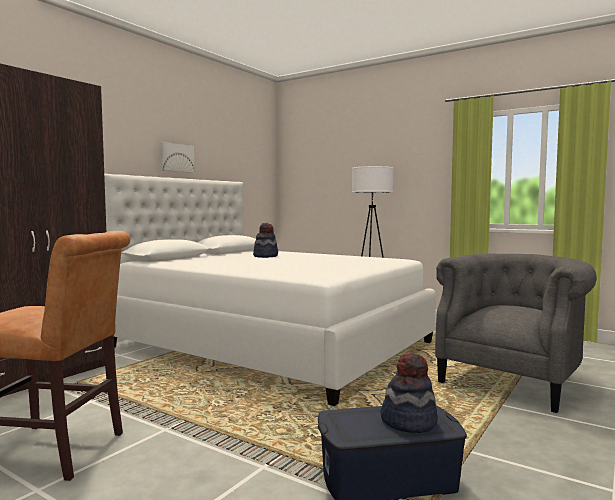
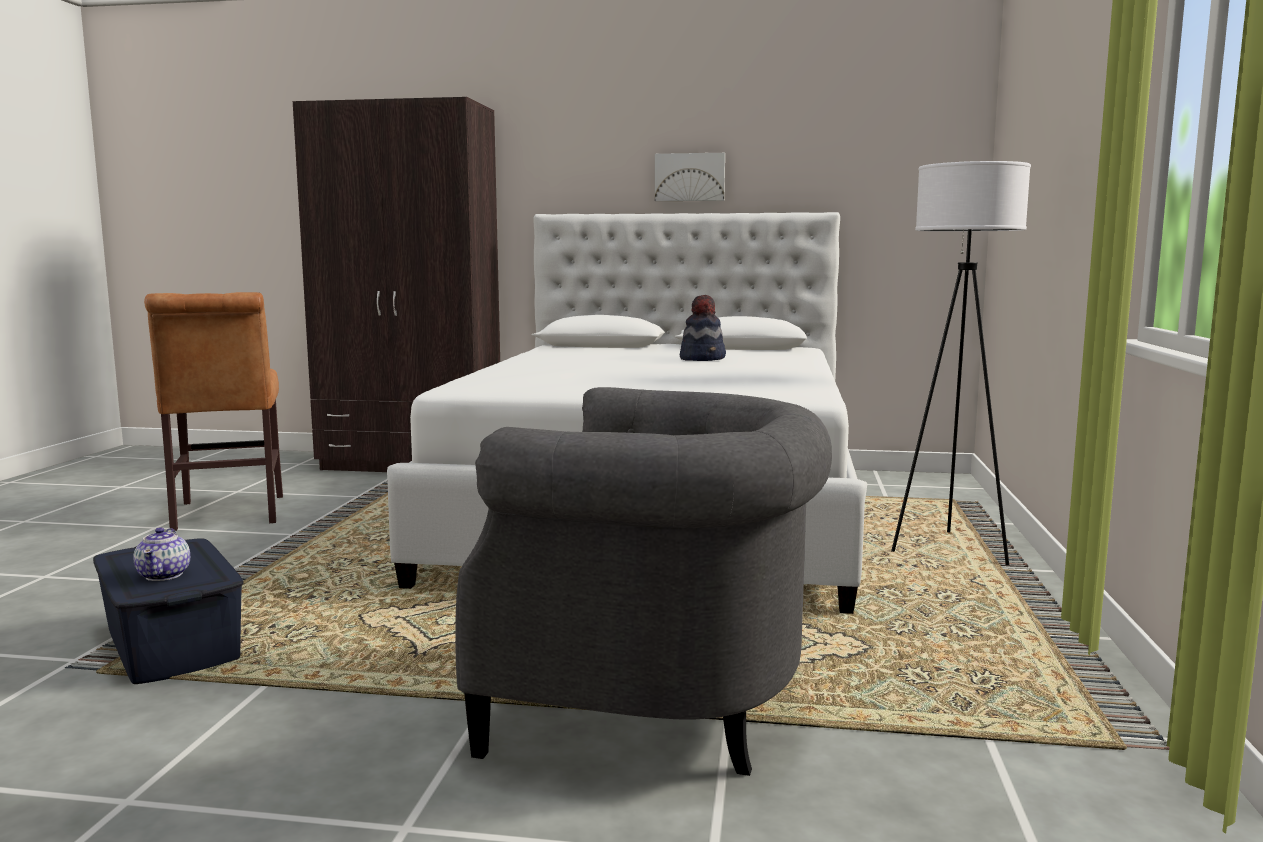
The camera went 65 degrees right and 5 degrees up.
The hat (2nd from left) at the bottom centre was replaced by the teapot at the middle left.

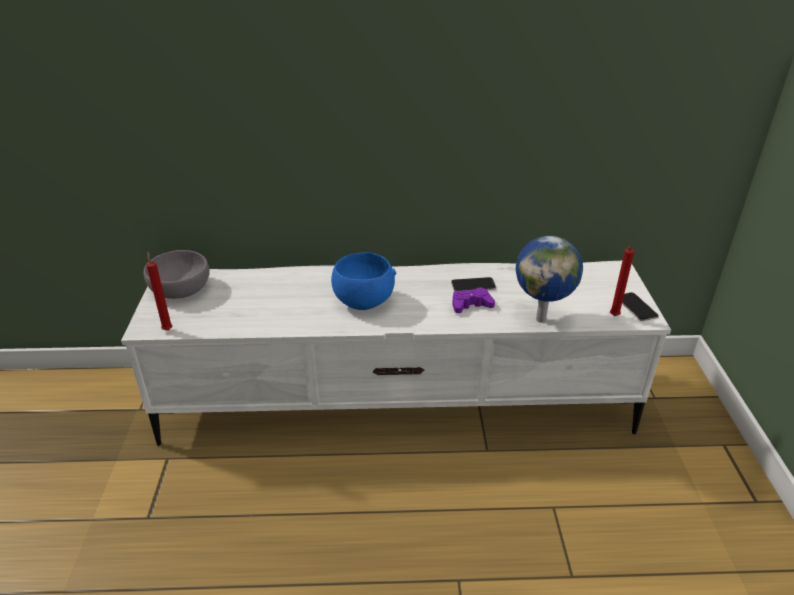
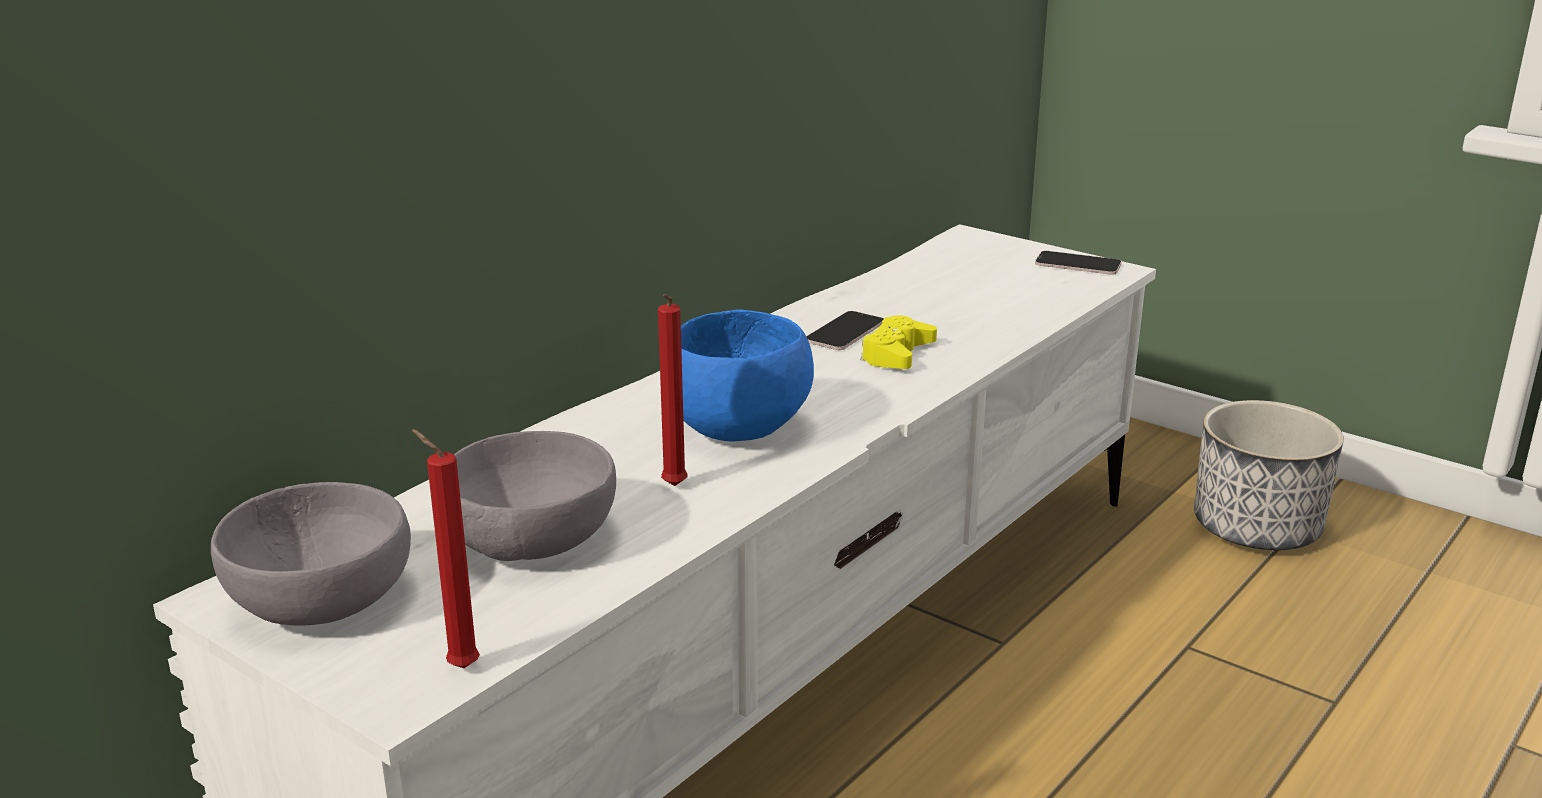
The camera went 50 degrees left and 10 degrees down.
The grey bowl (2nd from left) at the centre appeared.
The red candle (2nd from left) moved from the middle right to the centre.
The purple game controller at the centre became the yellow game controller at the centre.
The planter at the middle right appeared.
The globe at the middle right disappeared.

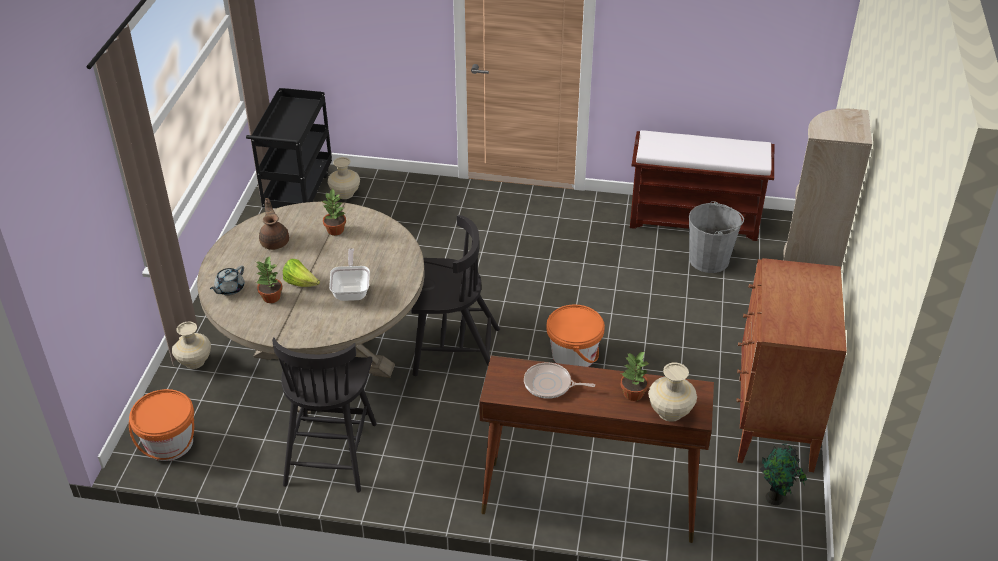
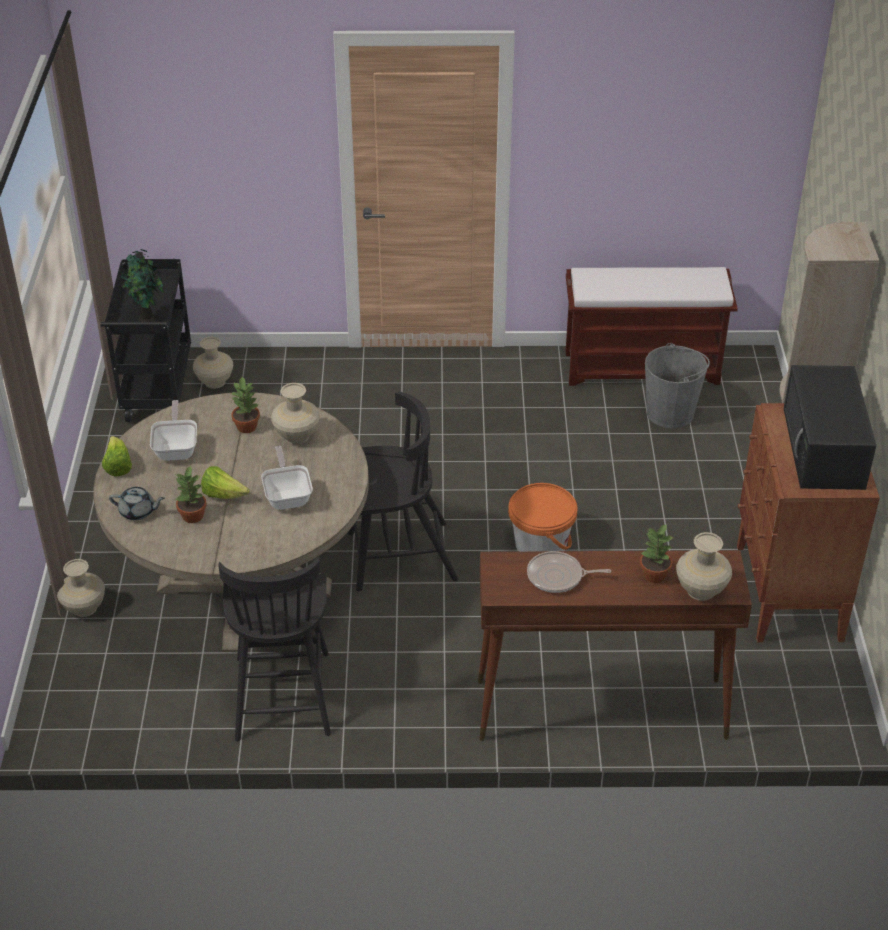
The camera went 10 degrees left and 0 degrees up.
The lettuce (1st from left) at the middle left appeared.
The grey teapot at the middle left turned 105 degrees counterclockwise.
The potted plant (4th from left in the first image) moved from the bottom right to the top left.
The brown teapot at the middle left was replaced by the frying pan (1st from left) at the middle left.
The beige vase (3rd from left) at the middle left appeared.
The black microwave at the middle right appeared.
The orange bucket (1st from left) at the bottom left disappeared.

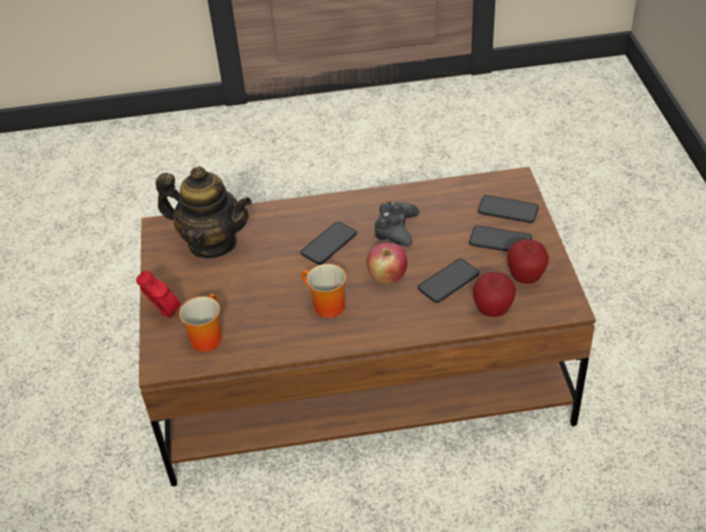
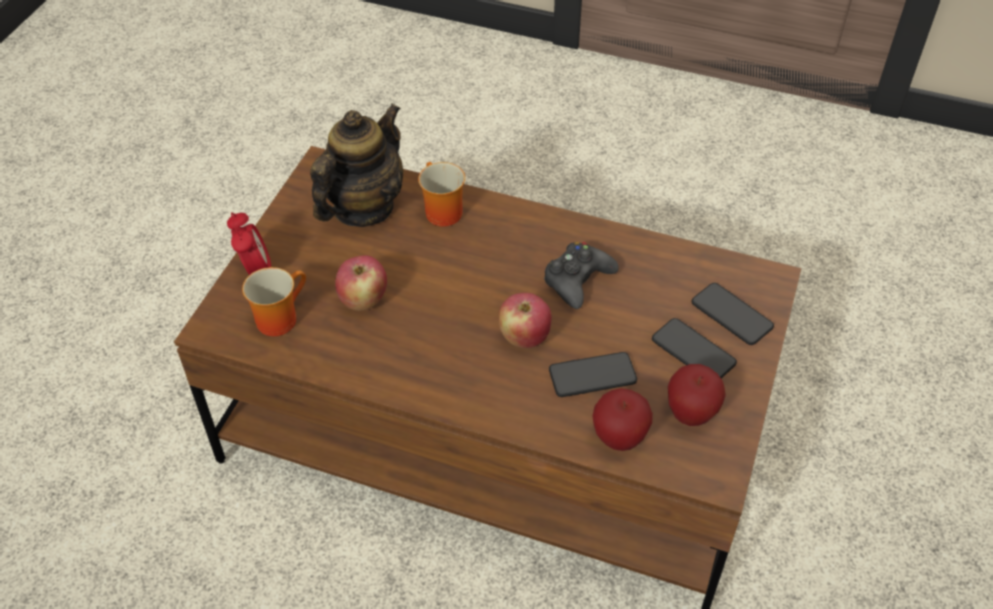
The camera went 25 degrees right and 5 degrees up.
The teapot at the middle left turned 105 degrees counterclockwise.
The apple (1st from left) at the centre appeared.
The mug (2nd from left) moved from the centre to the top centre.
The phone (1st from left) at the centre disappeared.

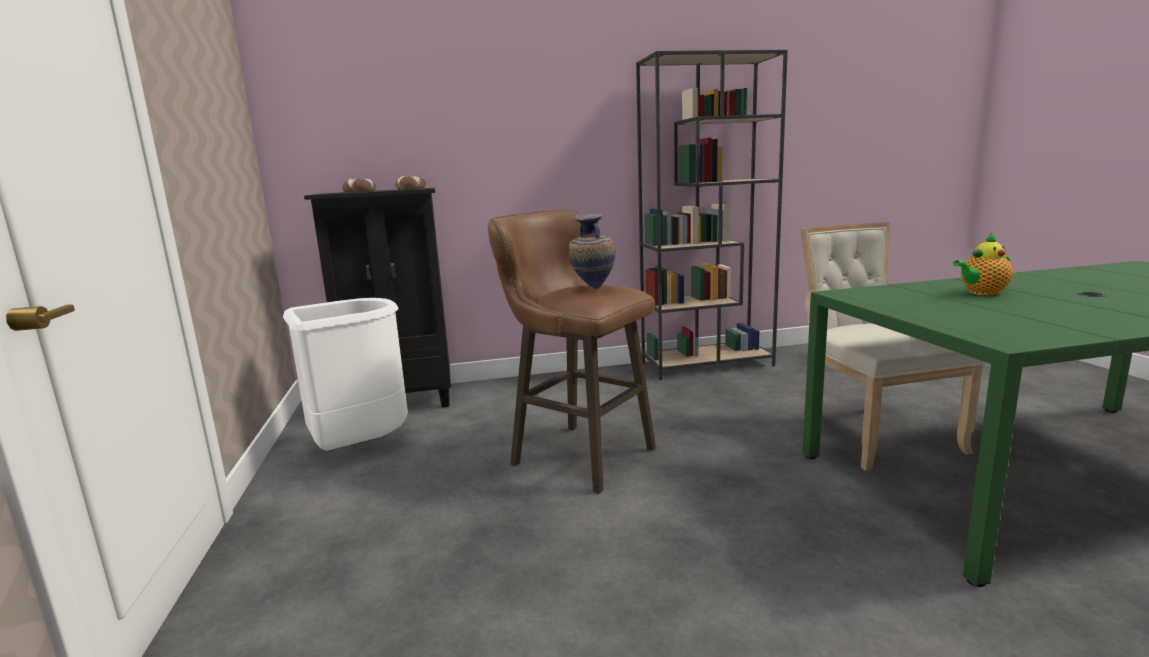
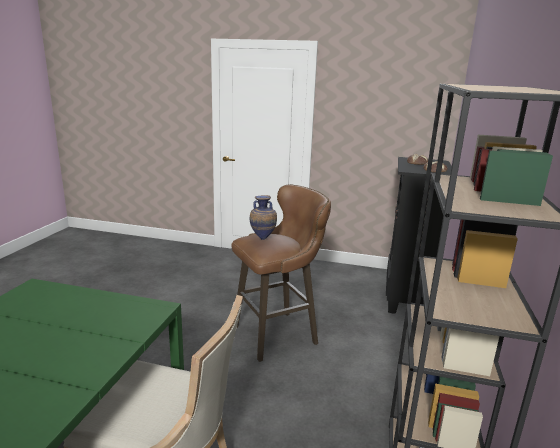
The camera went 115 degrees right and 5 degrees up.
The white trash can at the middle left disappeared.
The teapot at the middle right disappeared.

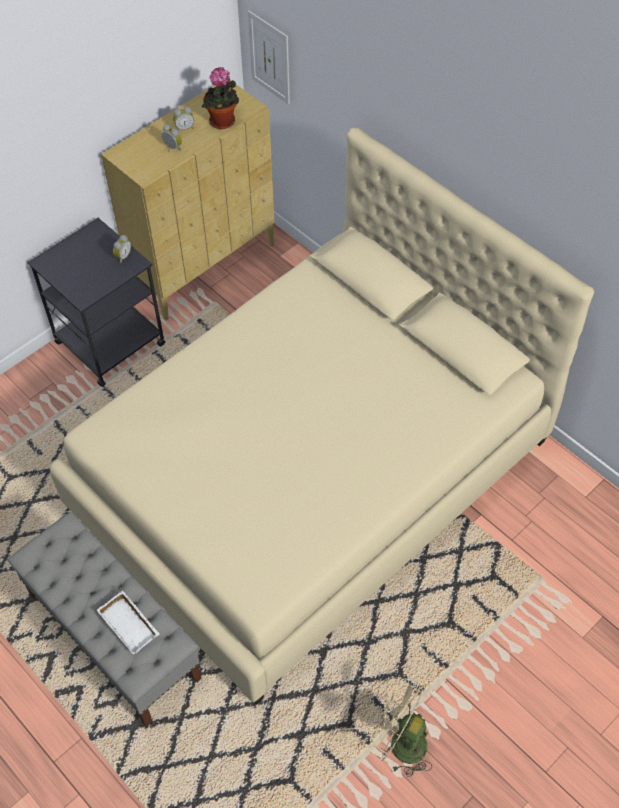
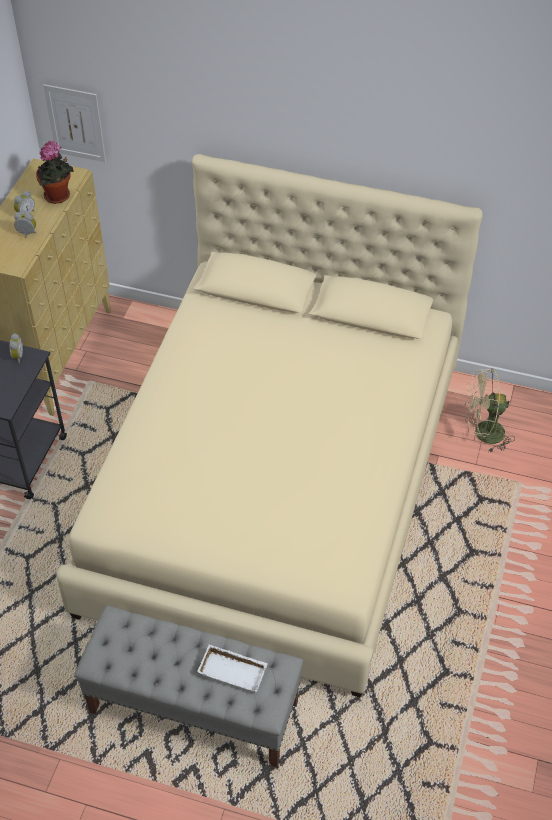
The camera went 30 degrees left and 5 degrees down.
The beige fan moved from the bottom centre to the middle right.

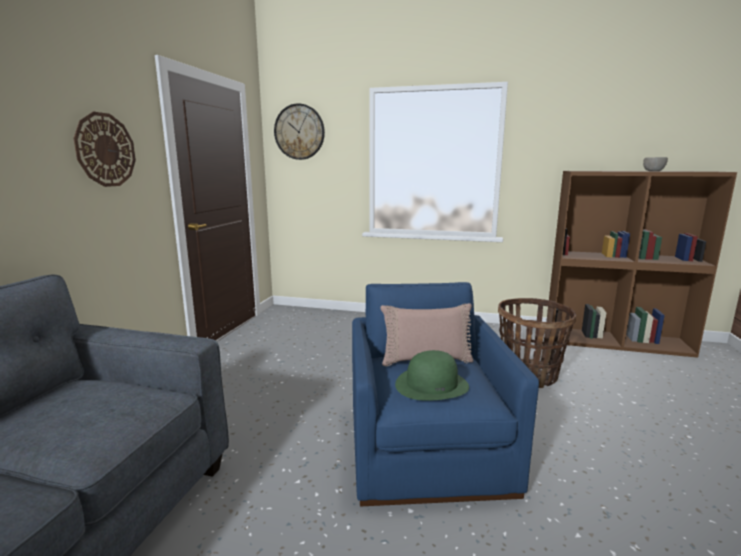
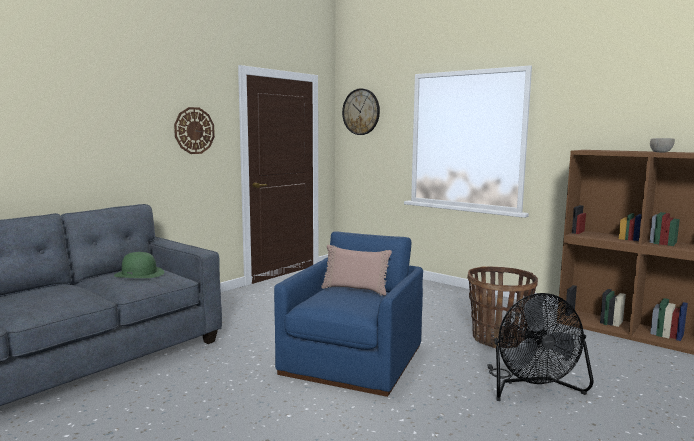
The camera went 25 degrees right and 5 degrees down.
The green hat moved from the bottom centre to the middle left.
The black fan at the bottom right appeared.

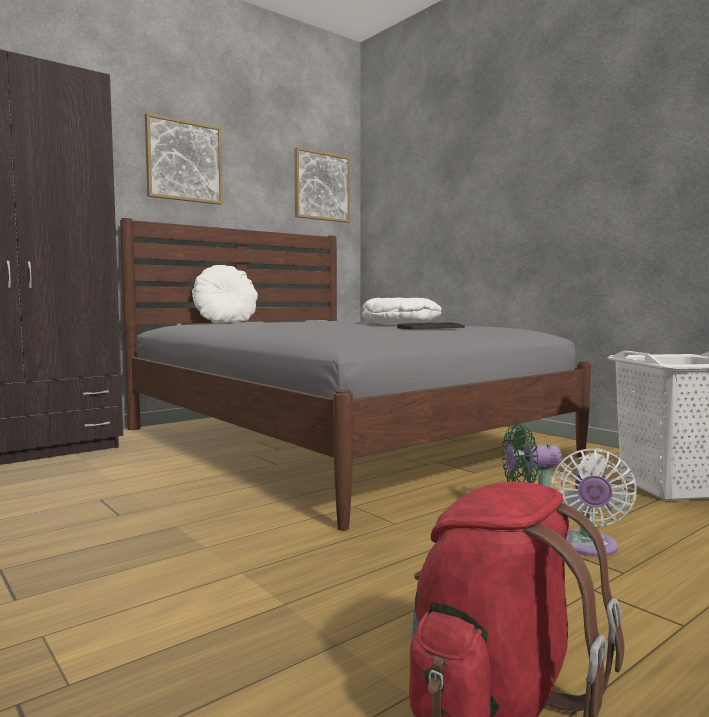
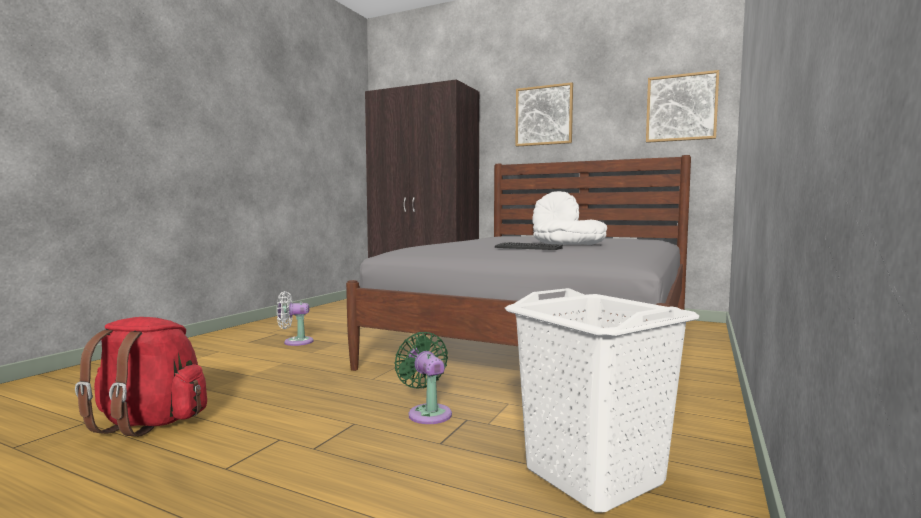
The camera went 65 degrees right and 0 degrees up.
The white fan moved from the bottom right to the middle left.

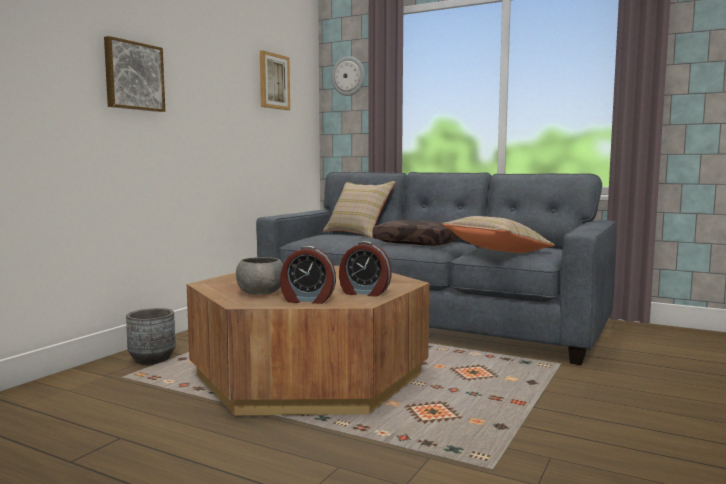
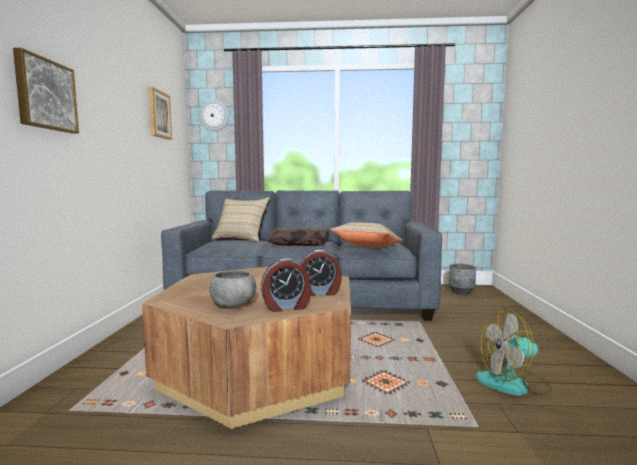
The camera went 25 degrees left and 0 degrees up.
The grey planter moved from the bottom left to the middle right.
The fan at the bottom right appeared.

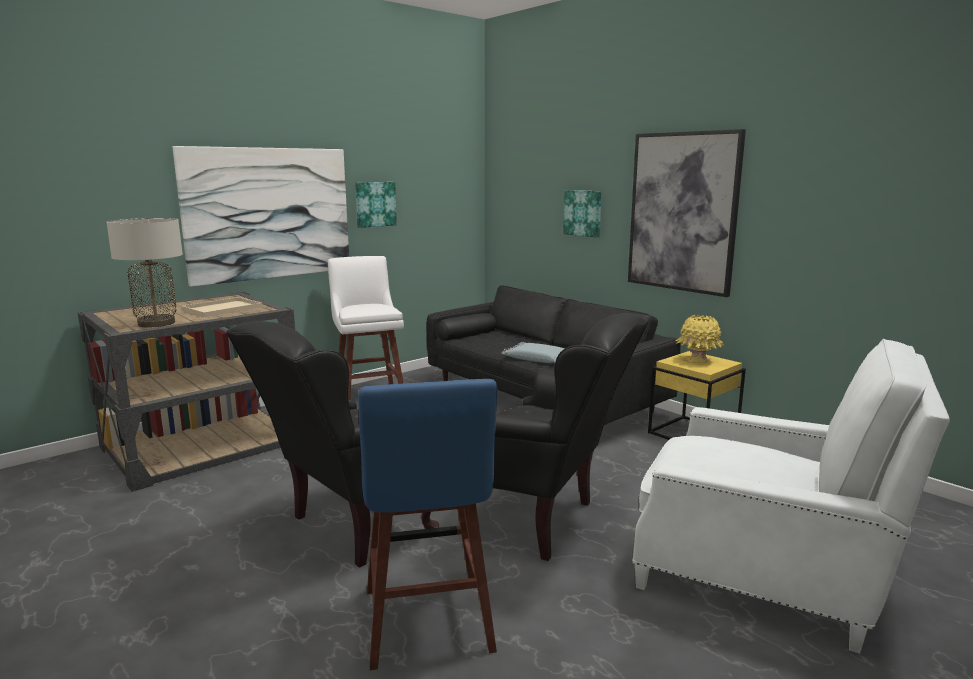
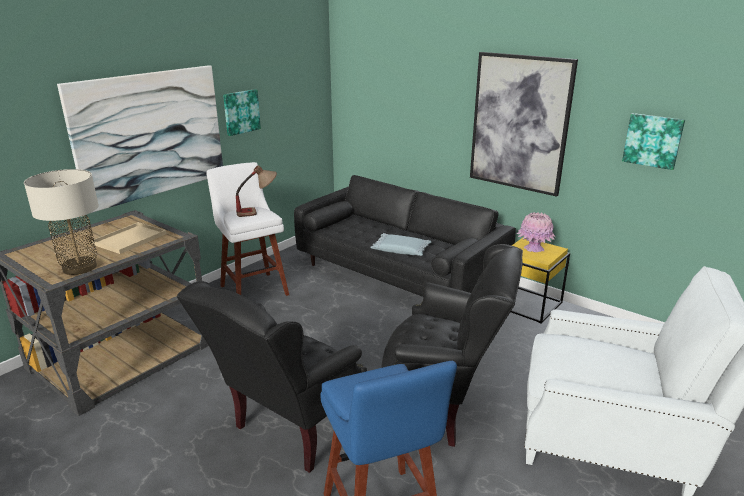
The camera went 10 degrees left and 10 degrees up.
The table lamp (2nd from left) at the centre appeared.
The yellow vase at the middle right became the pink vase at the middle right.
The picture (3rd from left in the first image) moved from the top centre to the top right.

